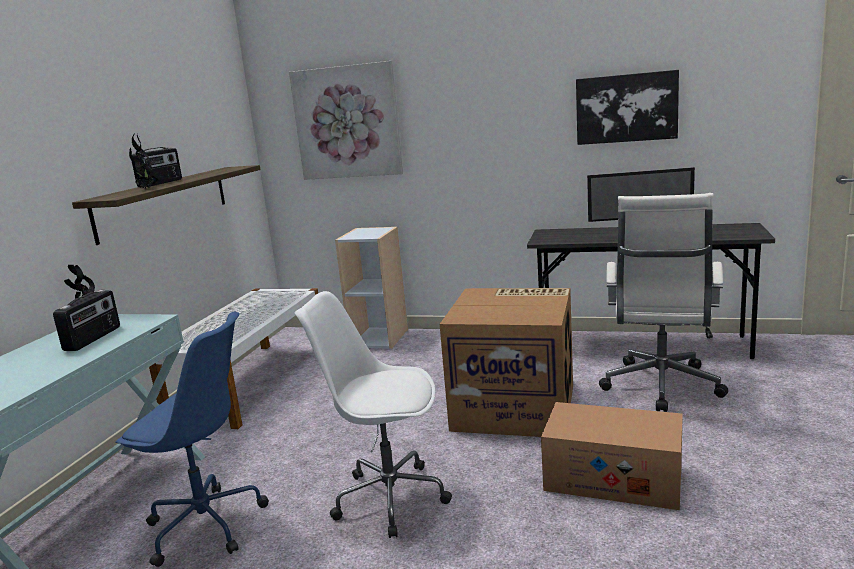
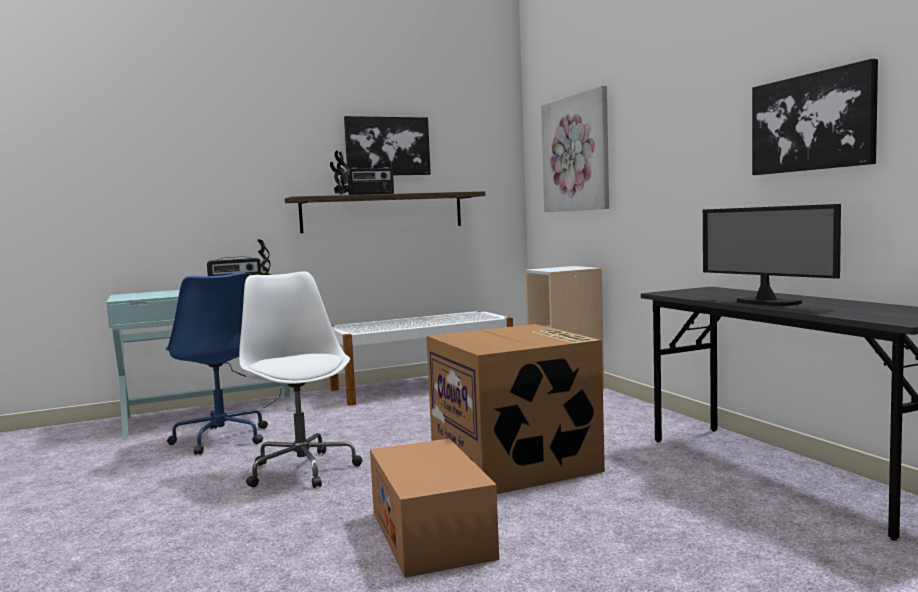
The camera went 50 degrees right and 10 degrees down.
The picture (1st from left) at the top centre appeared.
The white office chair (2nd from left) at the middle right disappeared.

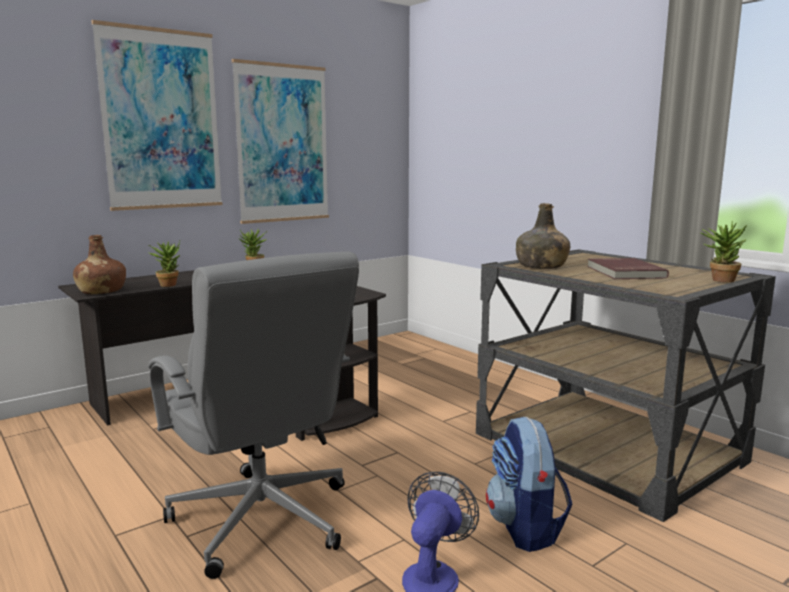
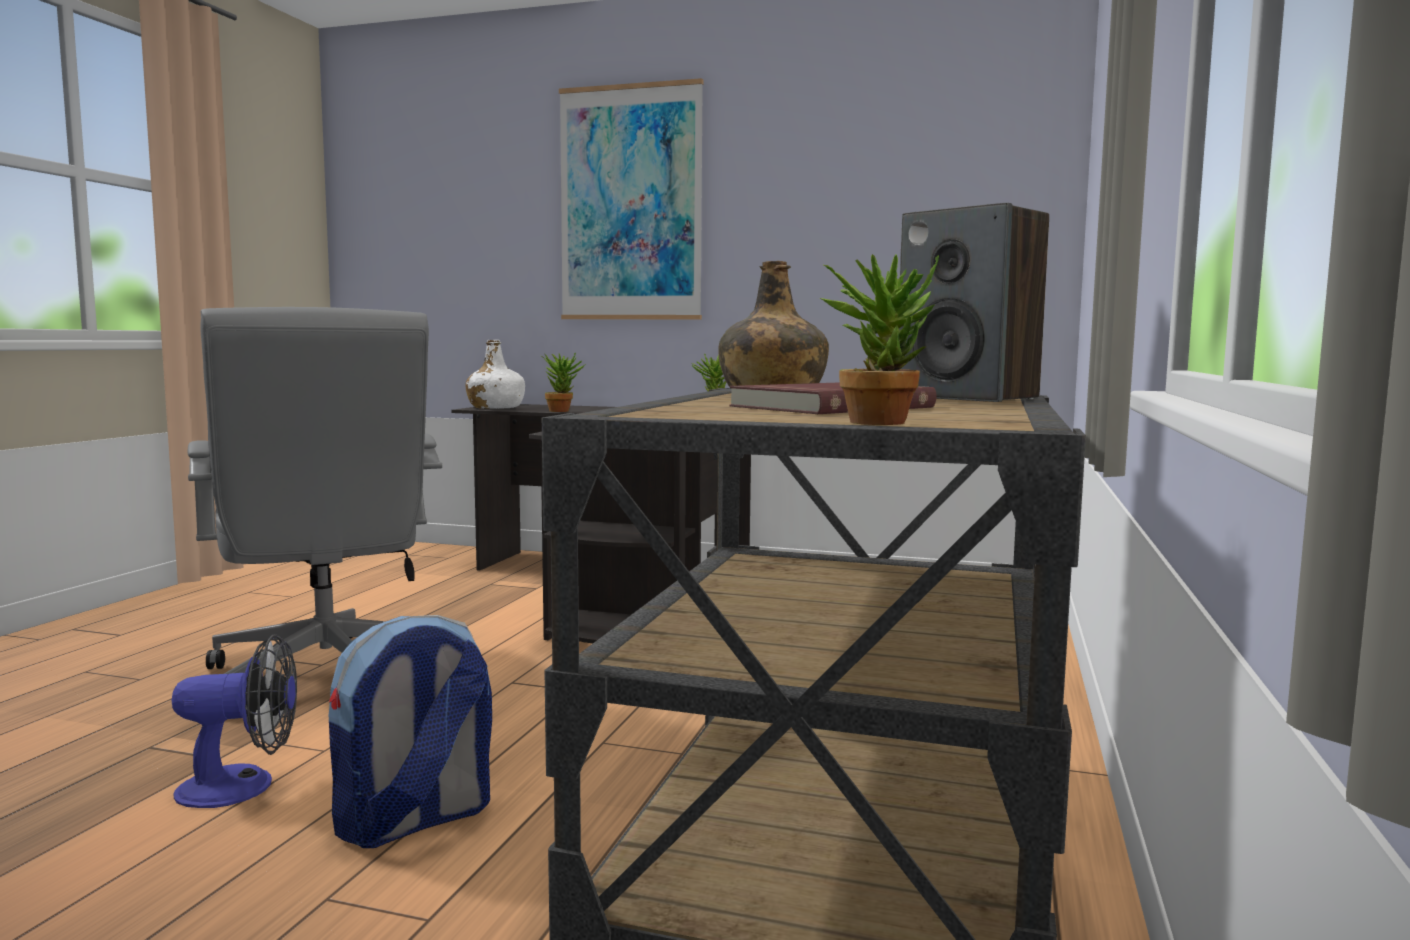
The camera went 55 degrees right and 5 degrees down.
The grey office chair at the bottom left turned 45 degrees counterclockwise.
The brown bottle at the middle left became the white bottle at the centre.
The speaker at the top right appeared.
The picture (2nd from left) at the top centre disappeared.

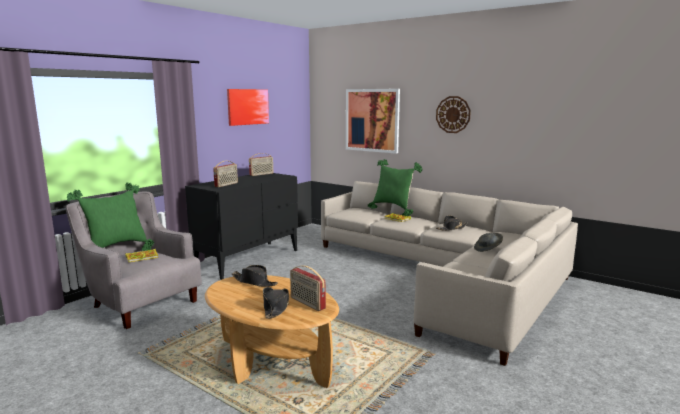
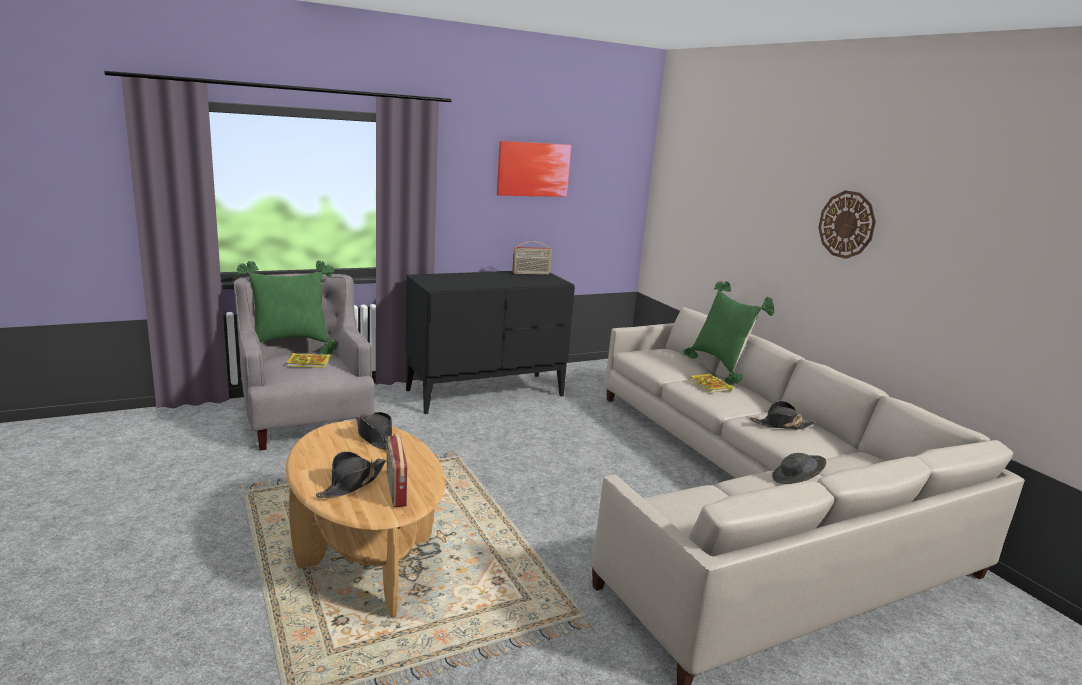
The camera went 25 degrees right and 5 degrees up.
The radio (1st from left) at the middle left disappeared.
The picture (2nd from left) at the top centre disappeared.

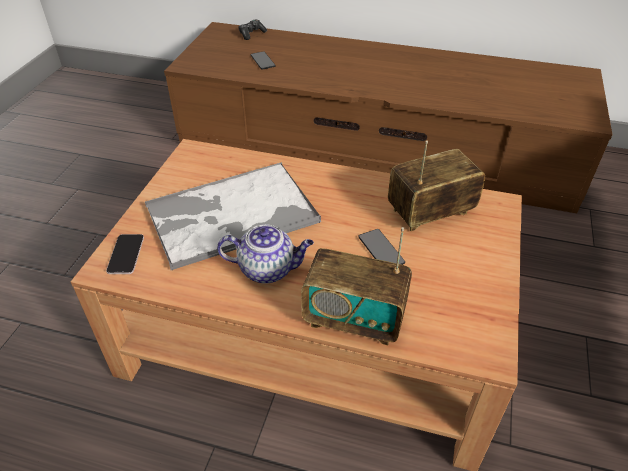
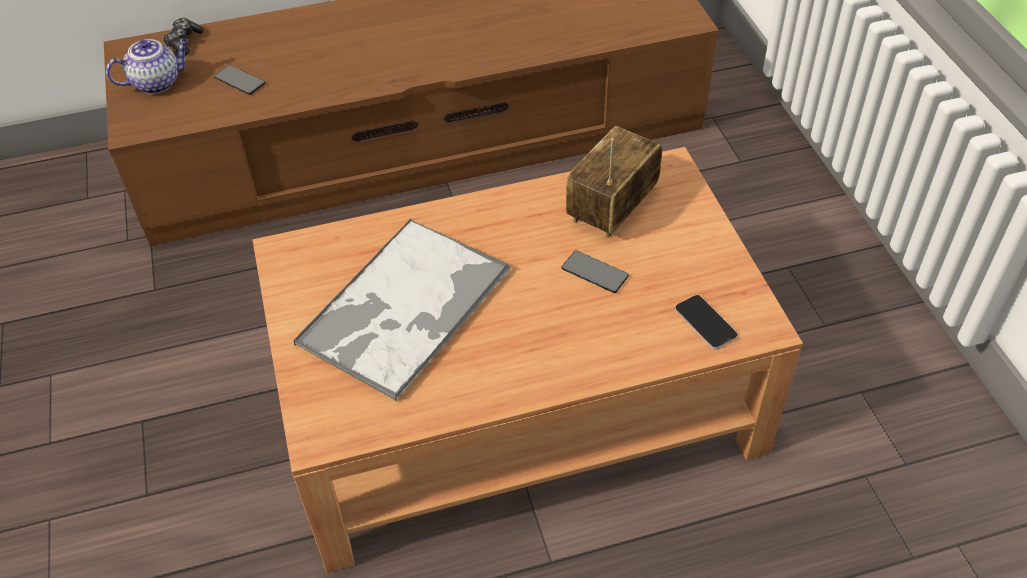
The camera went 30 degrees left and 5 degrees up.
The teapot moved from the centre to the top left.
The phone (1st from left in the first image) moved from the middle left to the middle right.
The radio (1st from left) at the centre disappeared.

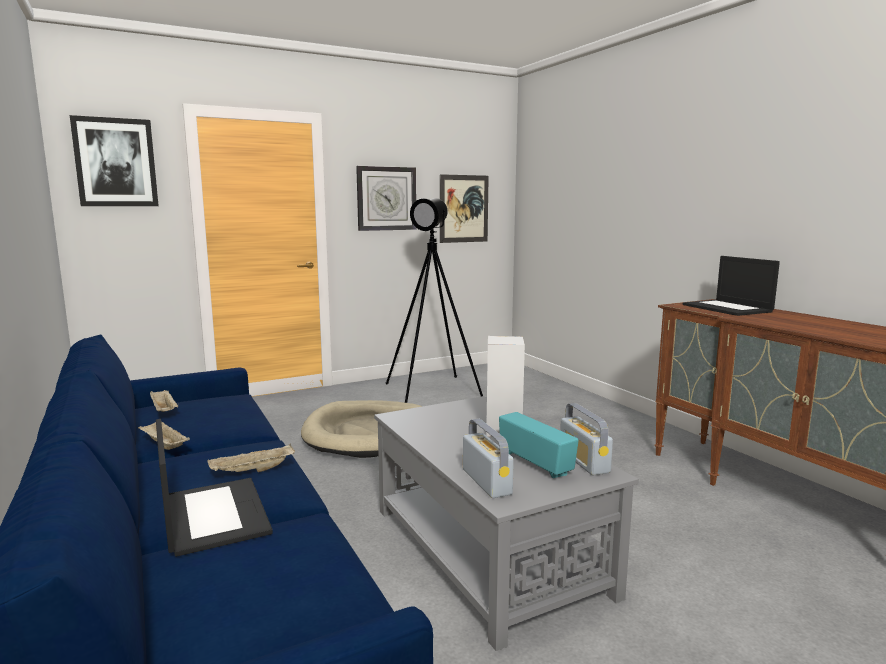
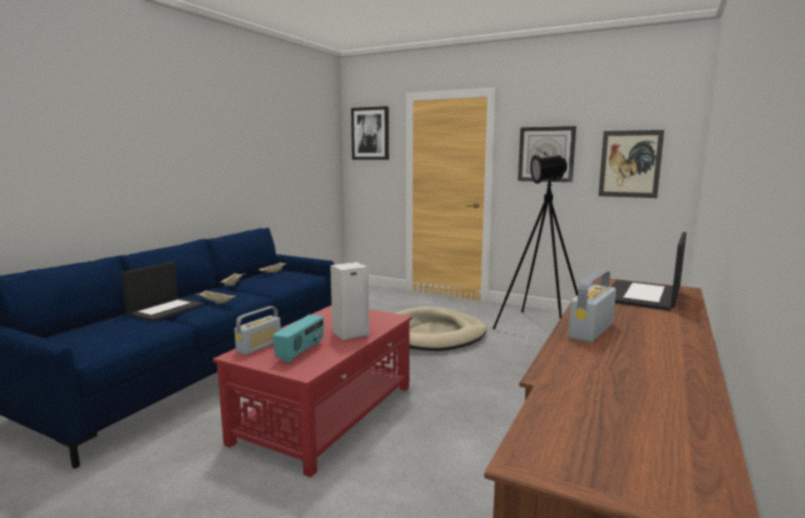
The camera went 55 degrees right and 0 degrees up.
The grey coffee table at the bottom centre became the red coffee table at the bottom centre.
The radio (3rd from left) moved from the centre to the middle right.

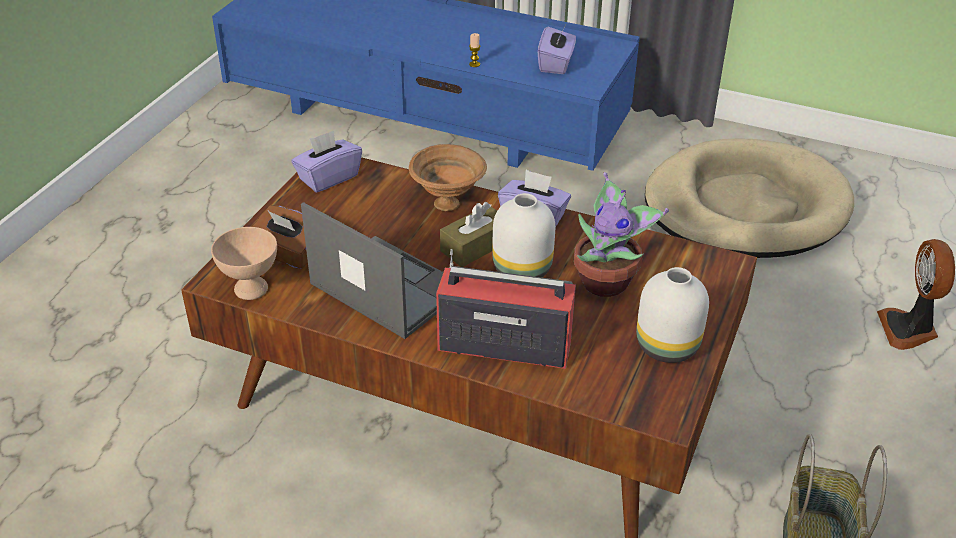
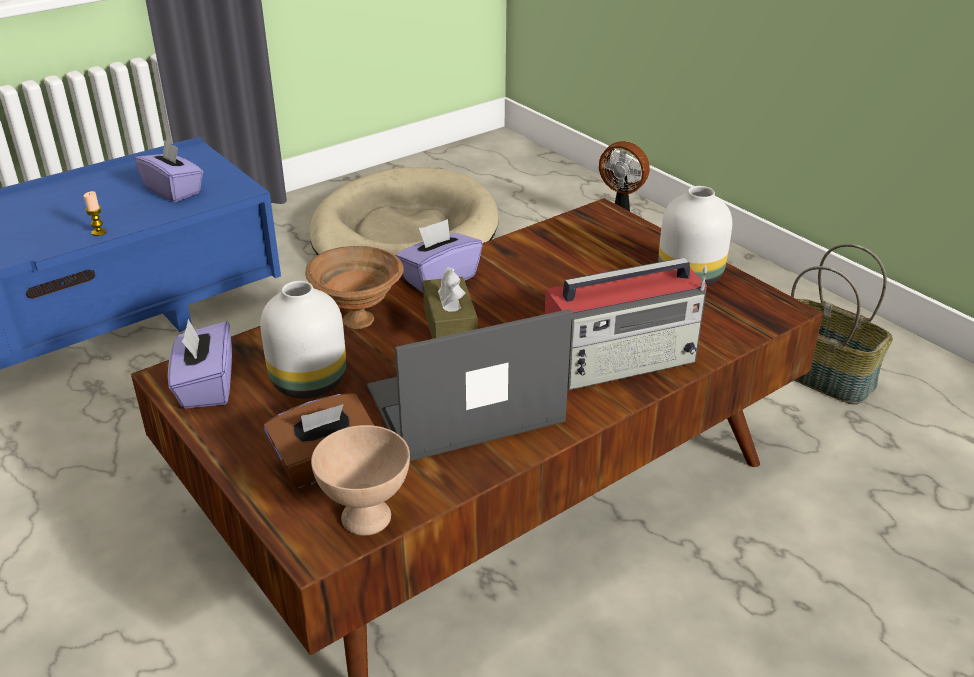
The camera went 60 degrees left and 5 degrees down.
The white vase (1st from left) moved from the centre to the middle left.
The radio at the centre turned 150 degrees counterclockwise.
The potted plant at the centre disappeared.

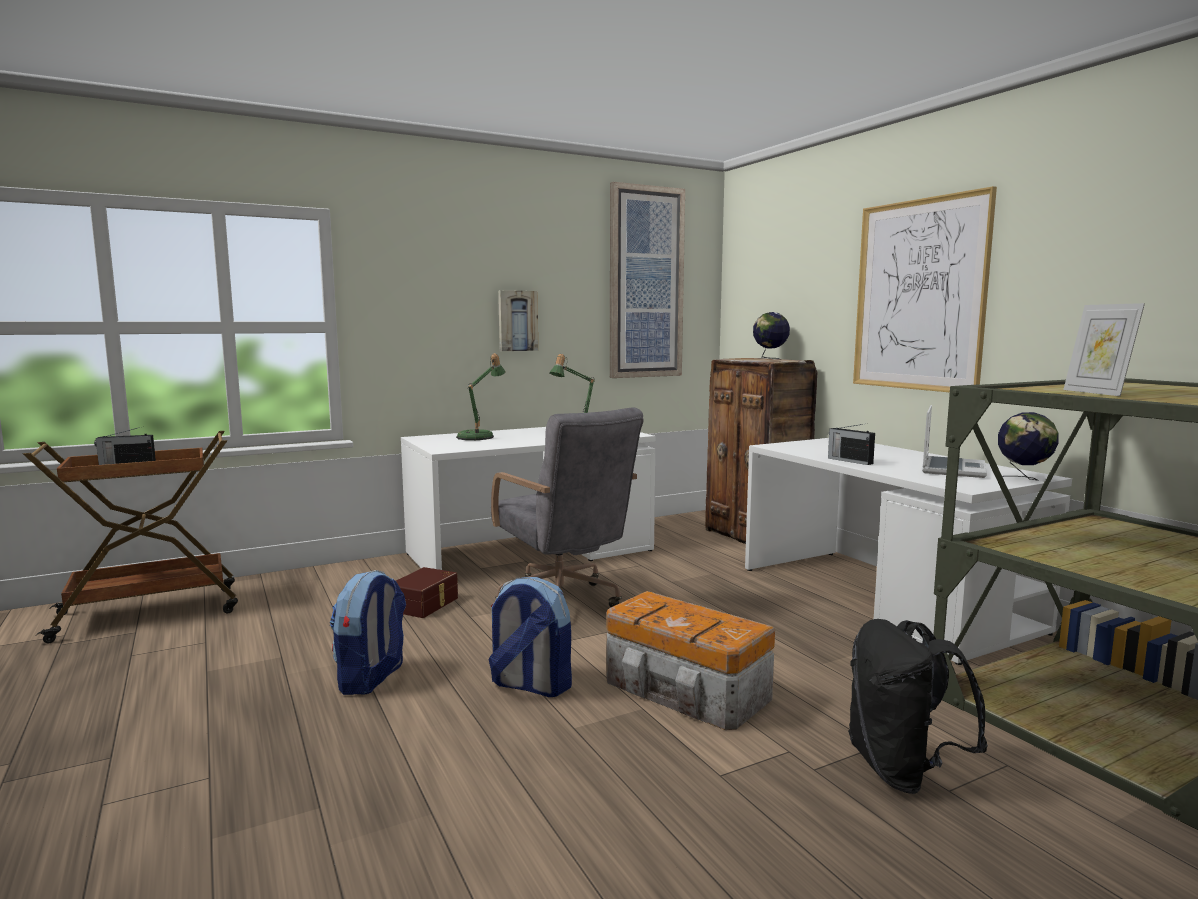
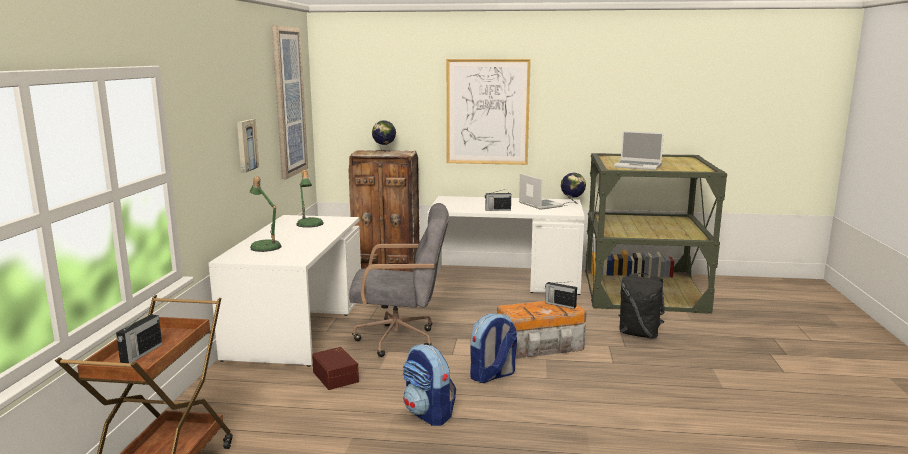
The camera went 55 degrees left and 5 degrees up.
The radio (3rd from left) at the centre appeared.
The picture frame at the middle right was replaced by the laptop (2nd from left) at the top right.

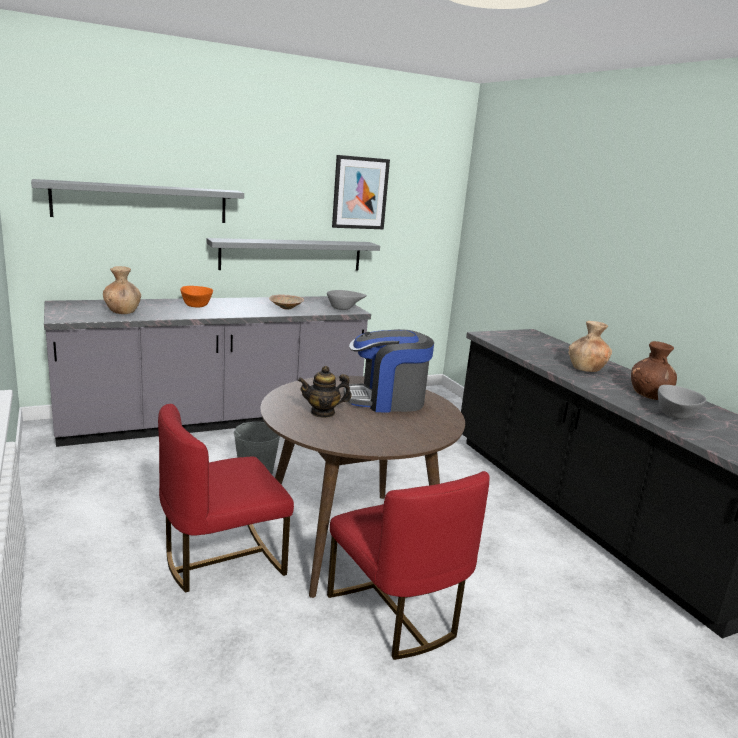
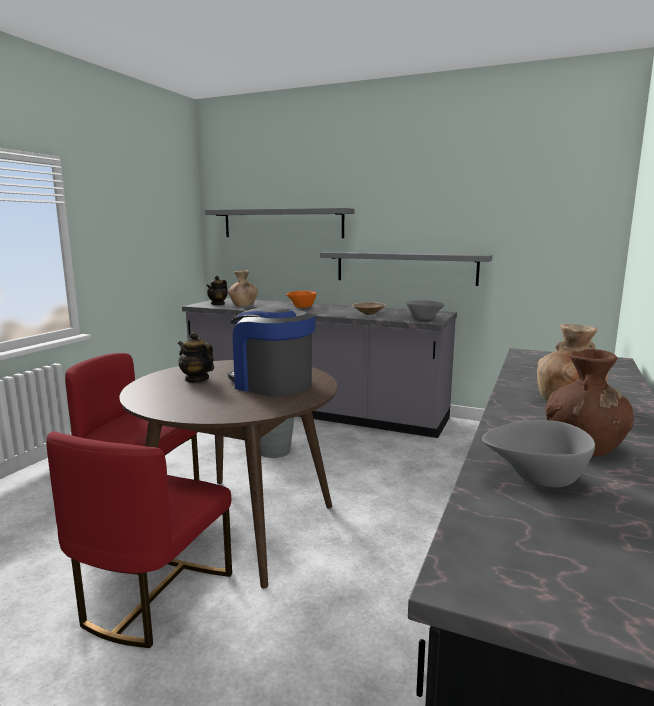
The camera went 50 degrees right and 5 degrees down.
The teapot (2nd from left) at the middle left appeared.
The picture at the top centre disappeared.

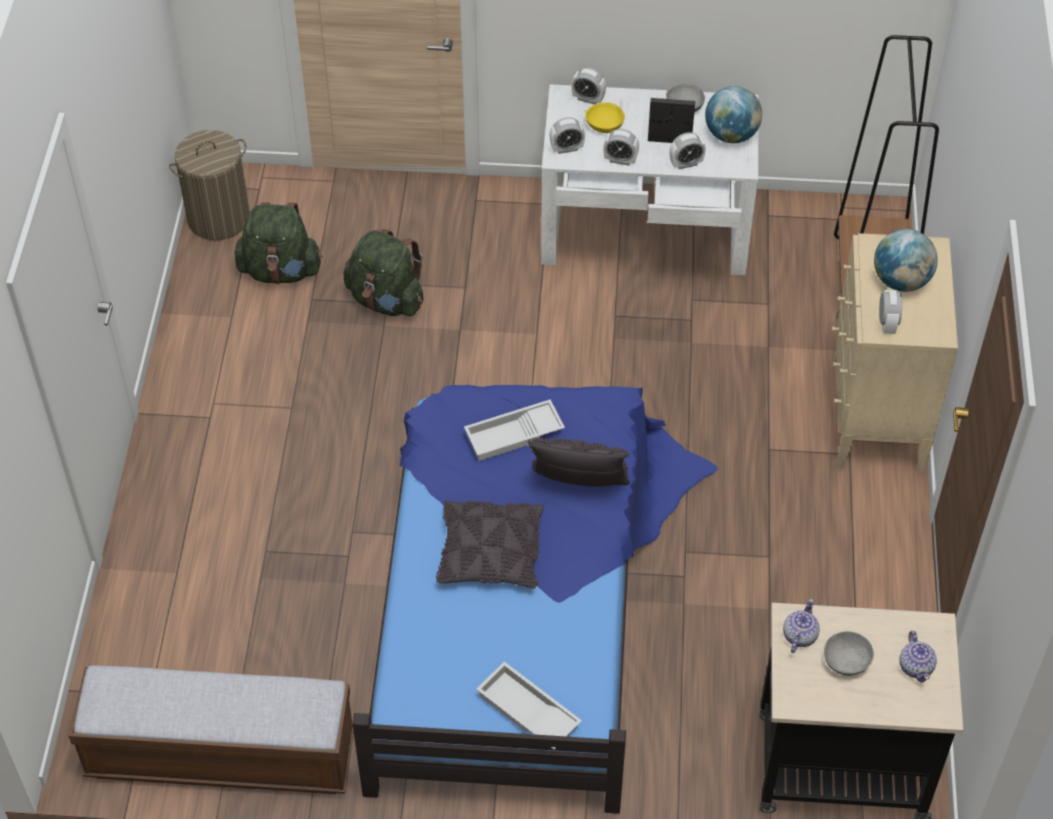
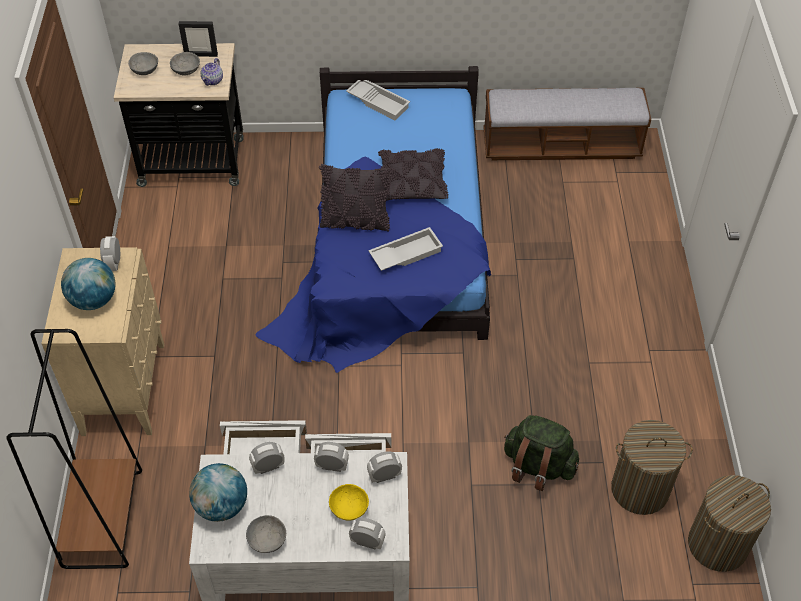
The camera went 175 degrees right and 0 degrees up.
The teapot (2nd from left) at the bottom right was replaced by the grey bowl (1st from left) at the top left.
The picture frame moved from the top centre to the top left.
The green backpack (1st from left) at the top left was replaced by the laundry basket (1st from left) at the bottom right.

